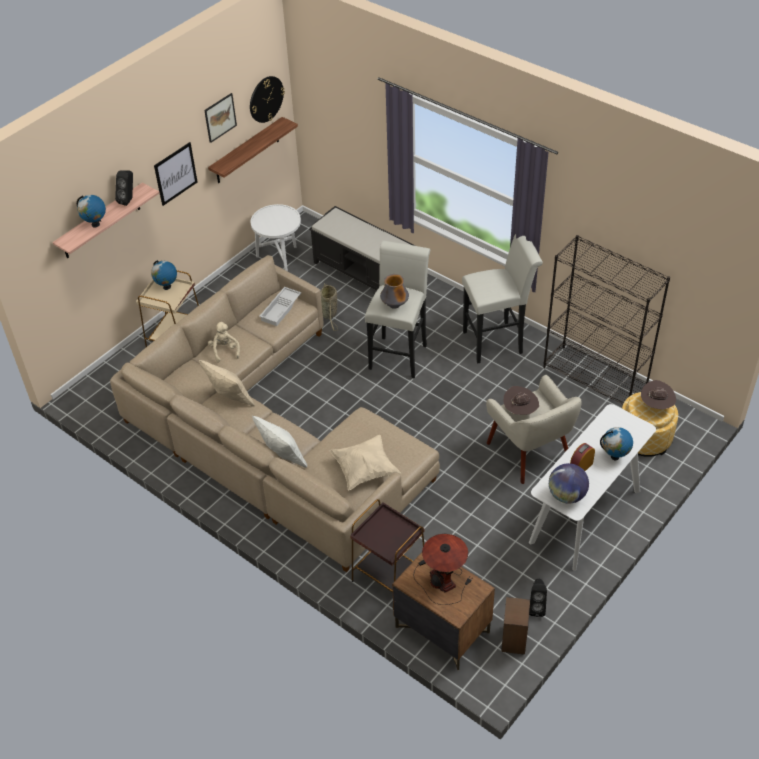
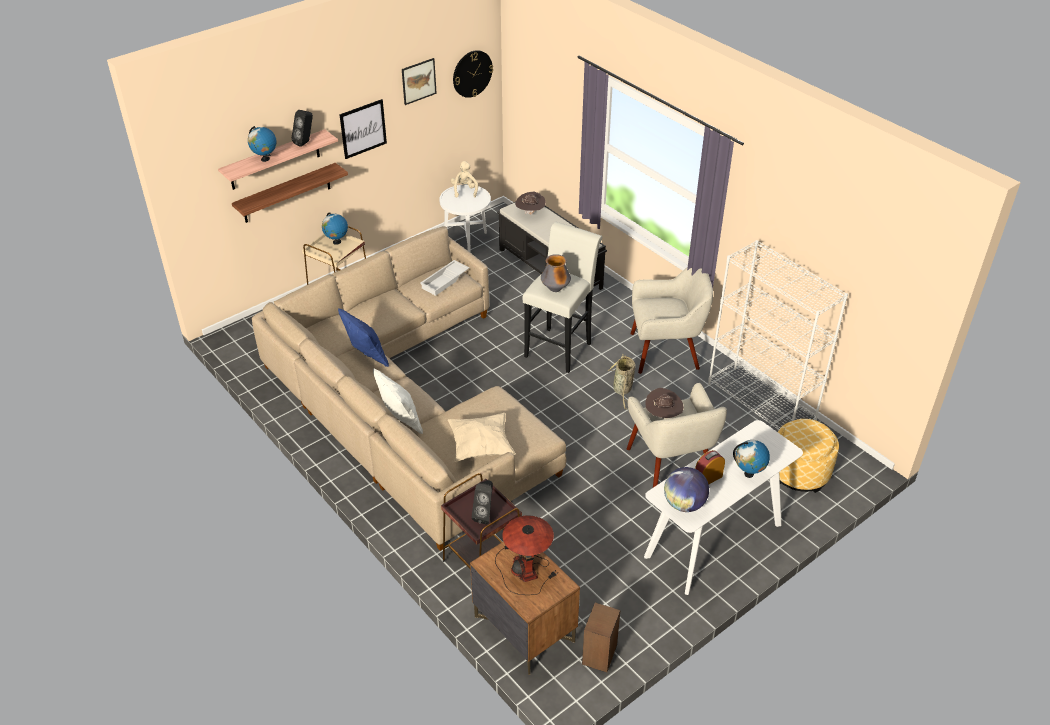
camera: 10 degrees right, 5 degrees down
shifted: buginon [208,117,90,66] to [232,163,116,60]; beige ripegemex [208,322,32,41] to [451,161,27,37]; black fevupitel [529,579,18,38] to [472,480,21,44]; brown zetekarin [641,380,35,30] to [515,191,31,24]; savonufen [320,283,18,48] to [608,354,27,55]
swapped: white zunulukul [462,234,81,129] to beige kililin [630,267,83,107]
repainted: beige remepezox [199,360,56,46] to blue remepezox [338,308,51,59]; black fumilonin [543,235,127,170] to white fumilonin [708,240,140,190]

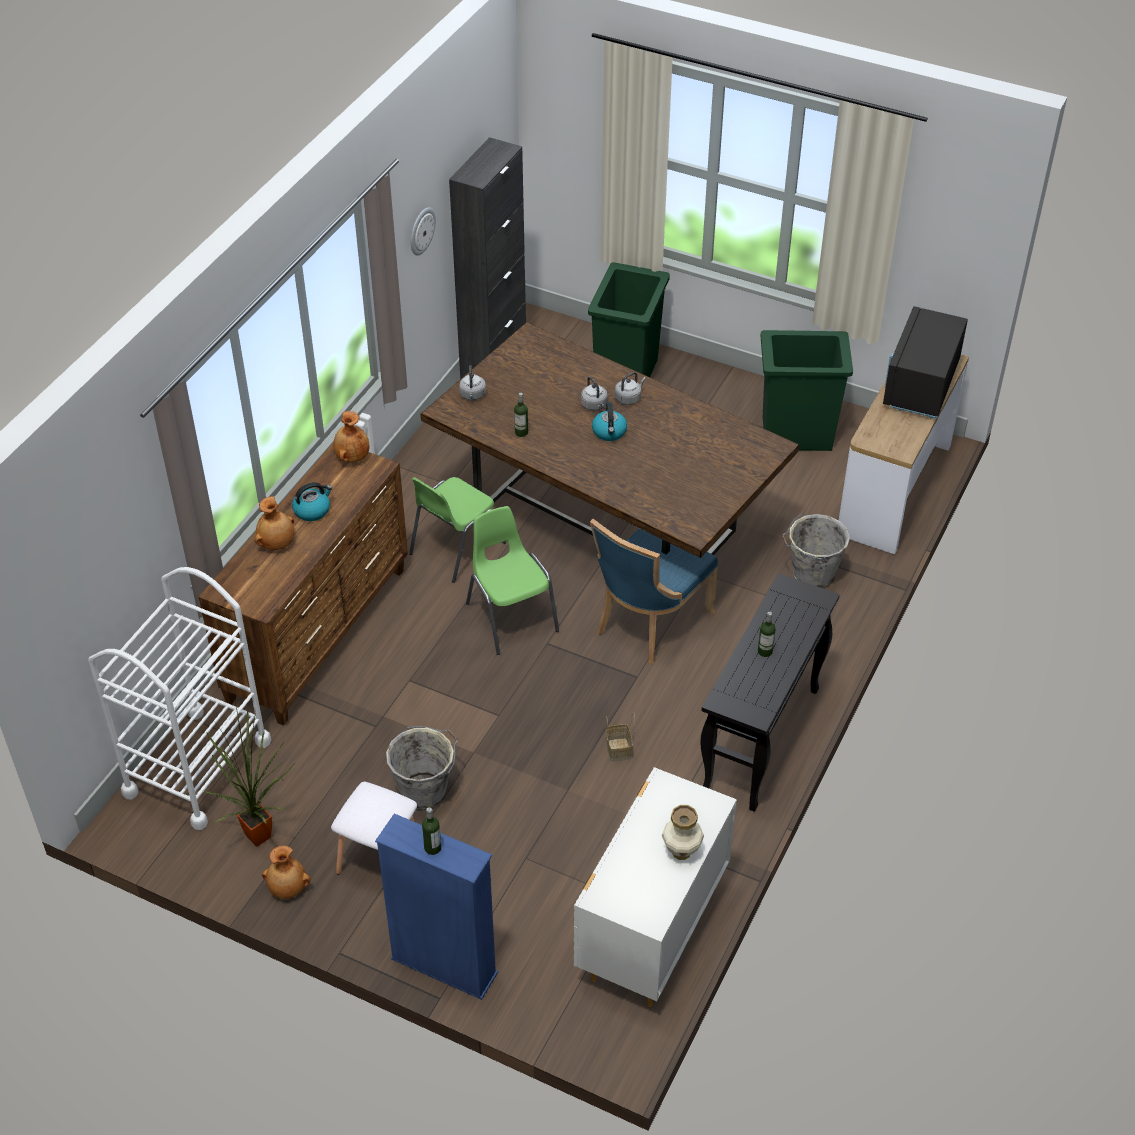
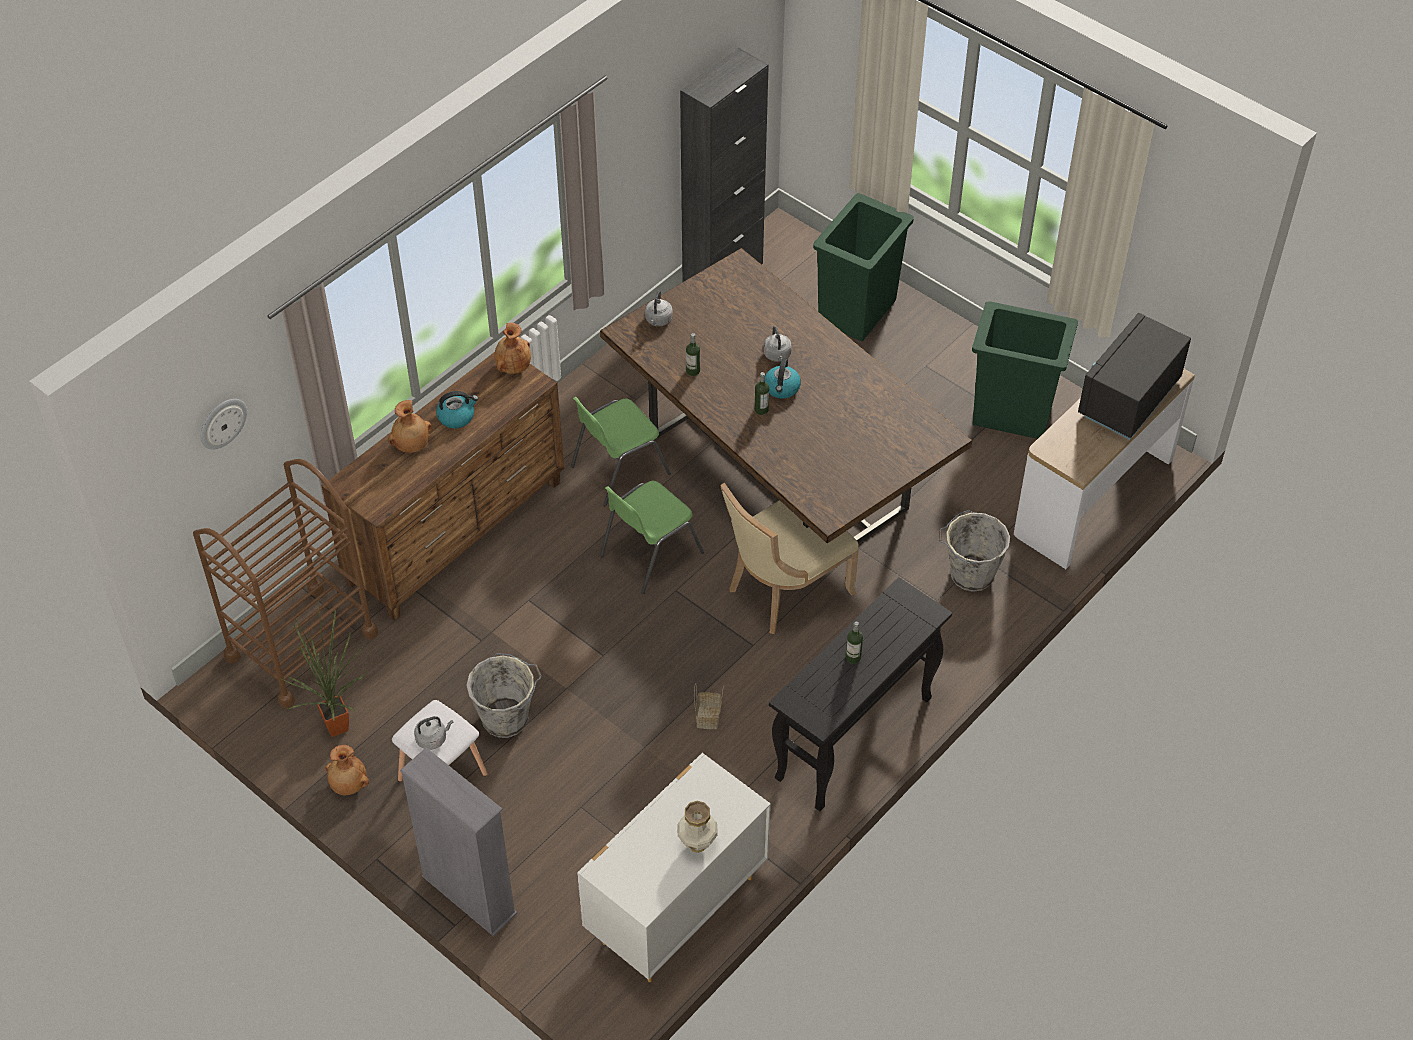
camera: 15 degrees right, 5 degrees up
shifted: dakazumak [411,207,25,49] to [201,399,46,51]; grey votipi [615,372,31,33] to [414,716,40,34]; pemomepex [422,807,19,48] to [755,372,14,43]
repainted: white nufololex [88,567,183,263] to brown nufololex [193,459,185,250]; blue fumilonin [375,814,123,186] to grey fumilonin [400,748,117,188]; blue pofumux [590,519,128,144] to beige pofumux [720,482,139,152]
rotated: green pofumux [466,506,93,149] = [600,481,104,113] 120 degrees counterclockwise

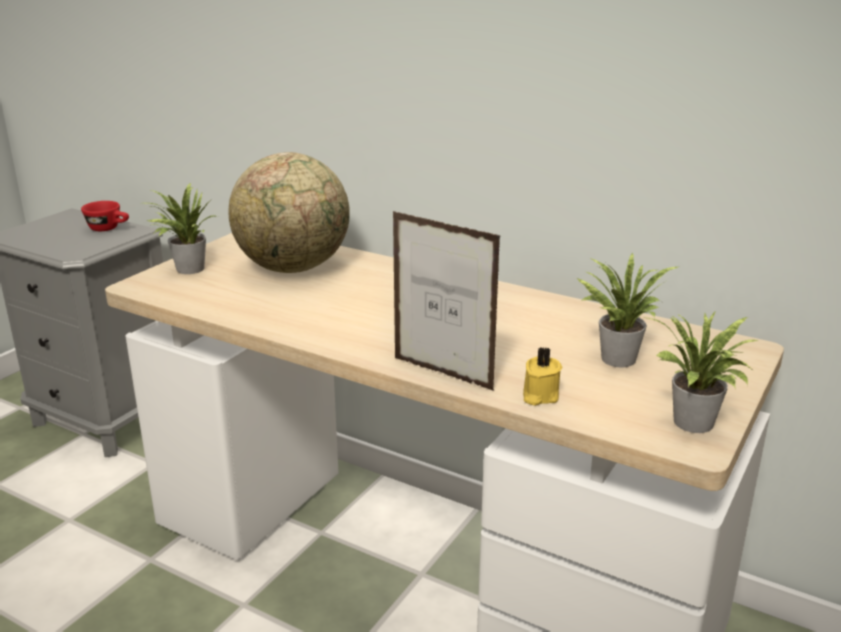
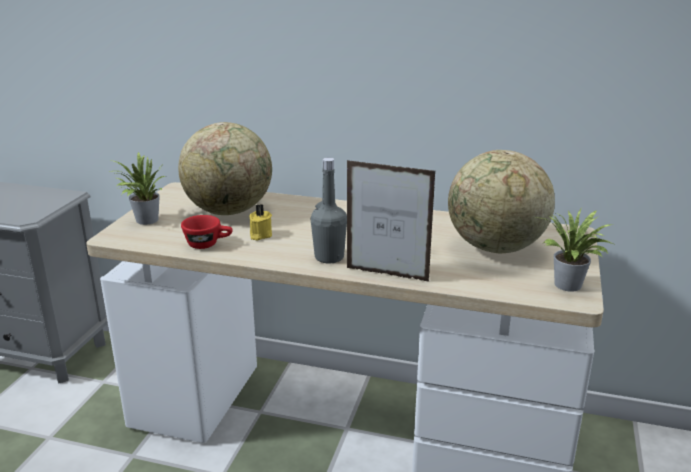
camera: 15 degrees left, 0 degrees up
new: grey pemomepex [311,157,36,106]
shifted: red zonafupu [81,201,48,30] to [181,215,52,34]; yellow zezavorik [523,347,39,59] to [250,204,22,37]
swapped: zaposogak [577,253,101,114] to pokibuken [448,150,107,103]

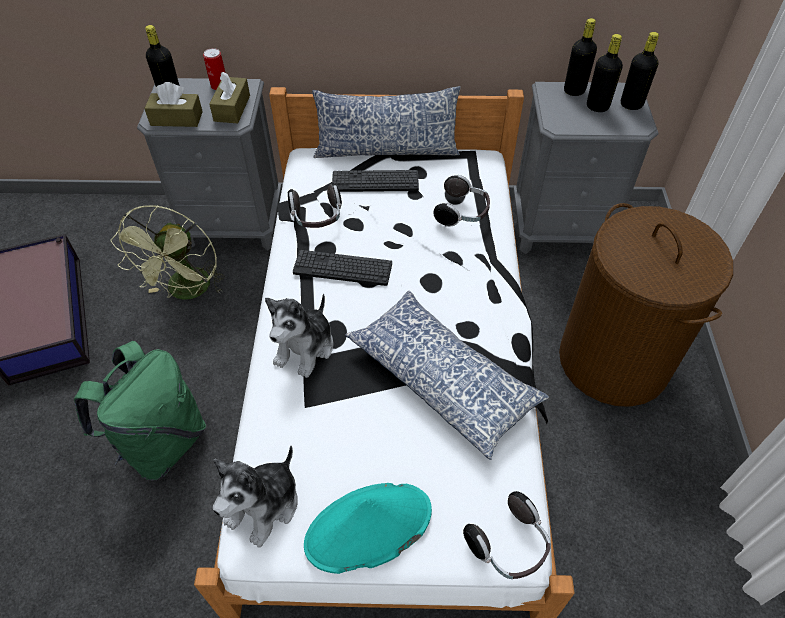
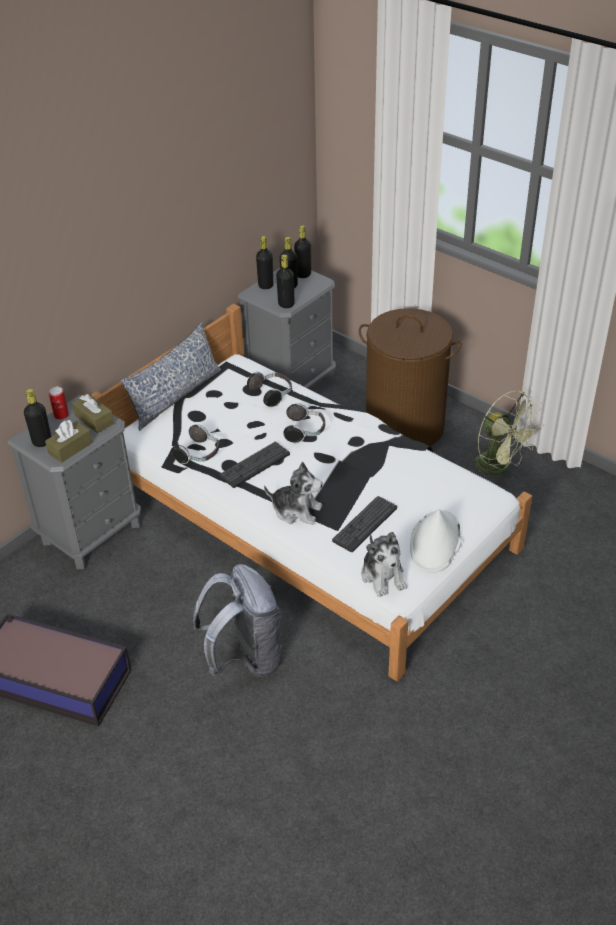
camera: 50 degrees left, 10 degrees down
gone: remepezox [345,291,204,169]
new: black pemomepex [276,254,18,54]
shifted: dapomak [463,491,88,88] to [283,403,42,40]; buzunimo [332,170,87,22] to [332,496,65,56]; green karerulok [111,205,114,95] to [475,391,66,84]
repainted: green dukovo [74,341,132,139] to grey dukovo [193,564,89,113]; turquoise zetekarin [304,483,128,91] to white zetekarin [410,509,51,64]
rotated: ripegemex [265,294,69,84] = [264,462,59,63] 45 degrees counterclockwise

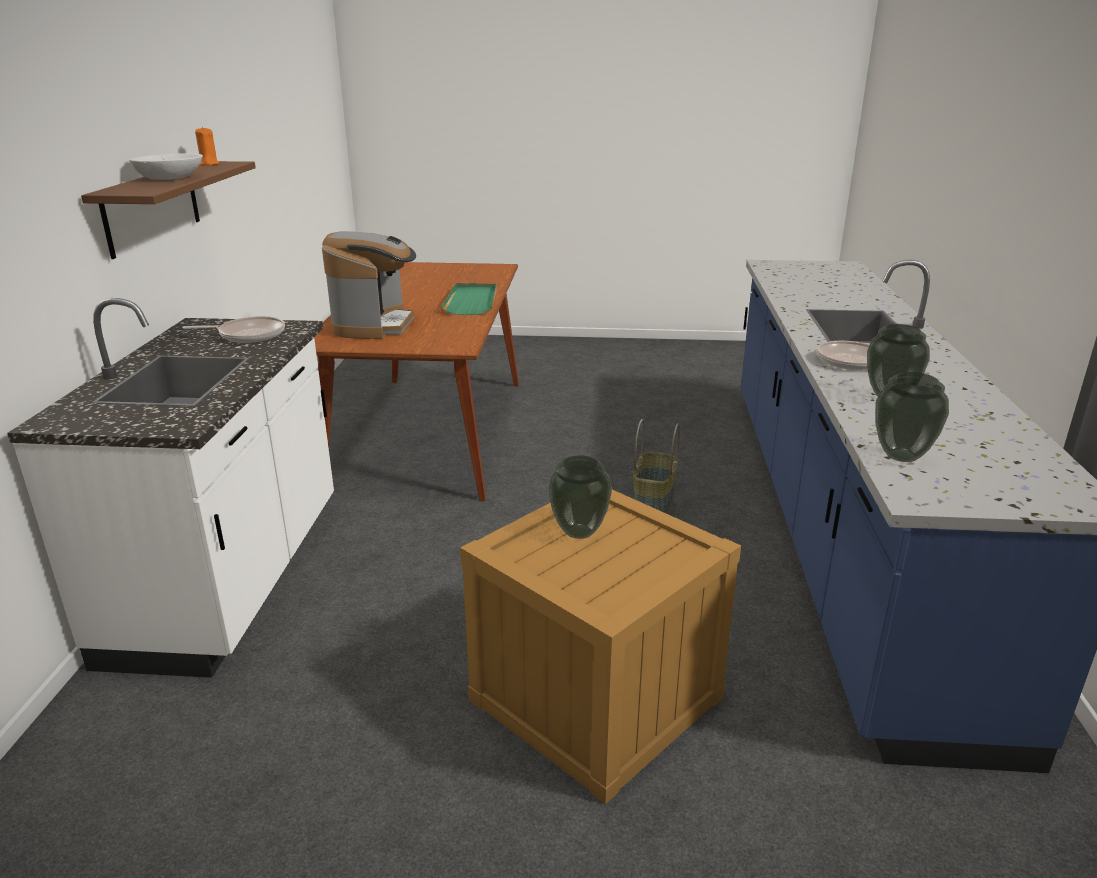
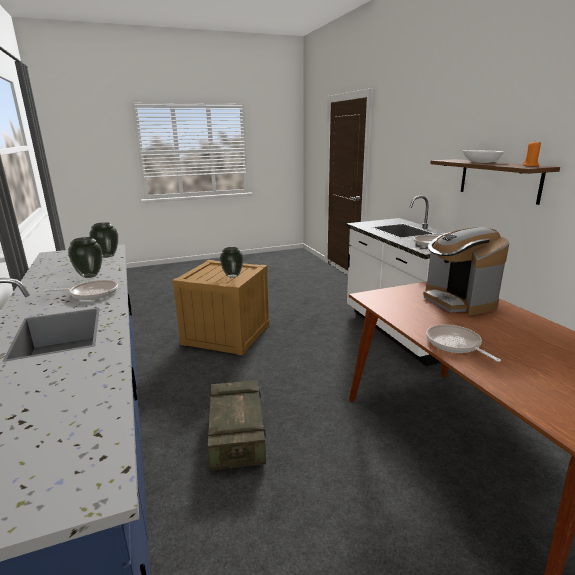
camera: 155 degrees right, 5 degrees down
swapped: savonufen [633,419,47,94] to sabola [208,380,58,90]; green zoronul [441,283,56,32] to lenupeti [426,324,75,38]

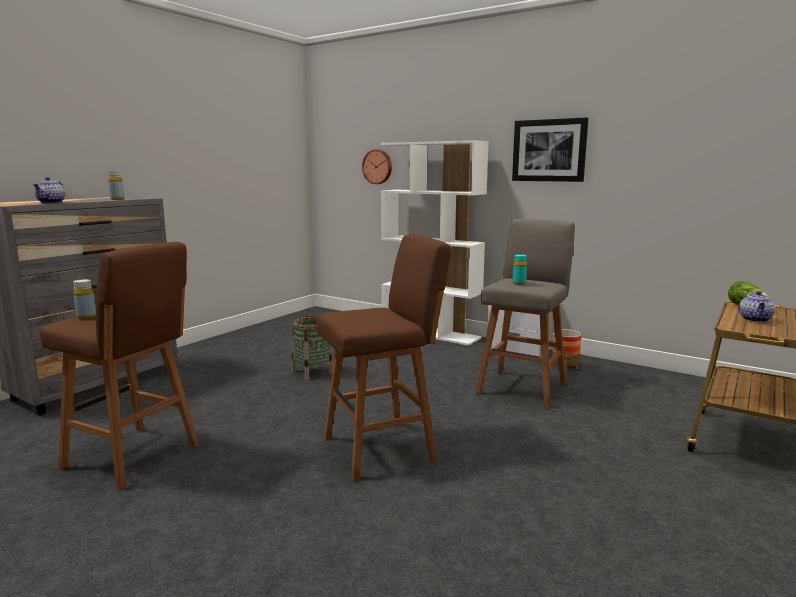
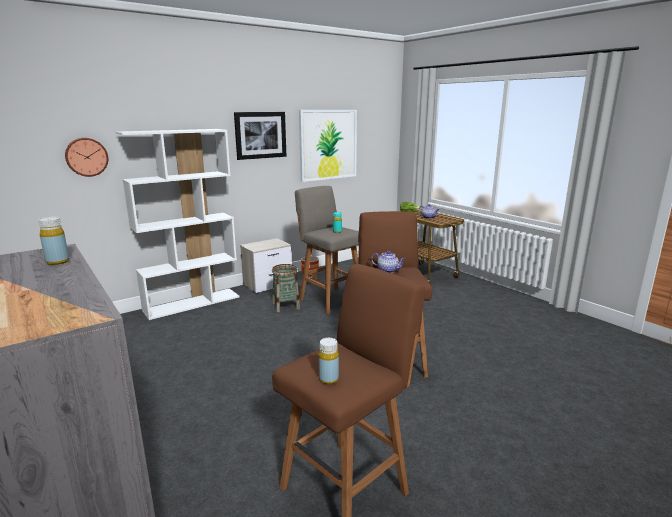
camera: 70 degrees left, 5 degrees up
new: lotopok [299,110,58,72]
shifted: savonufen [292,315,41,65] to [272,264,28,48]; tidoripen [33,177,32,26] to [371,251,35,22]

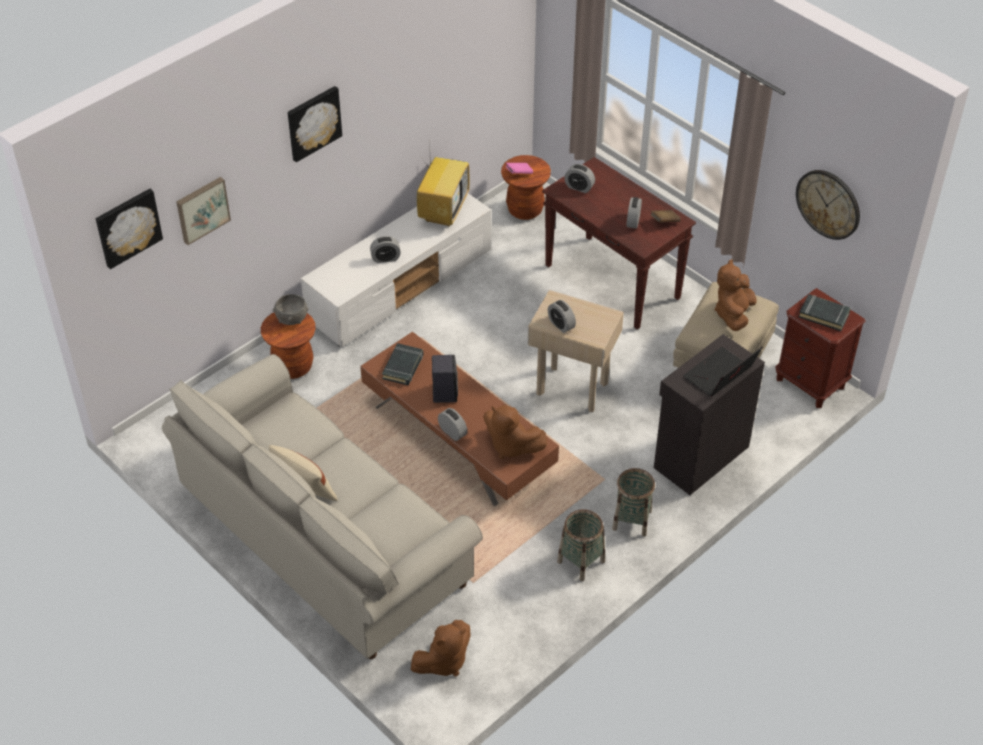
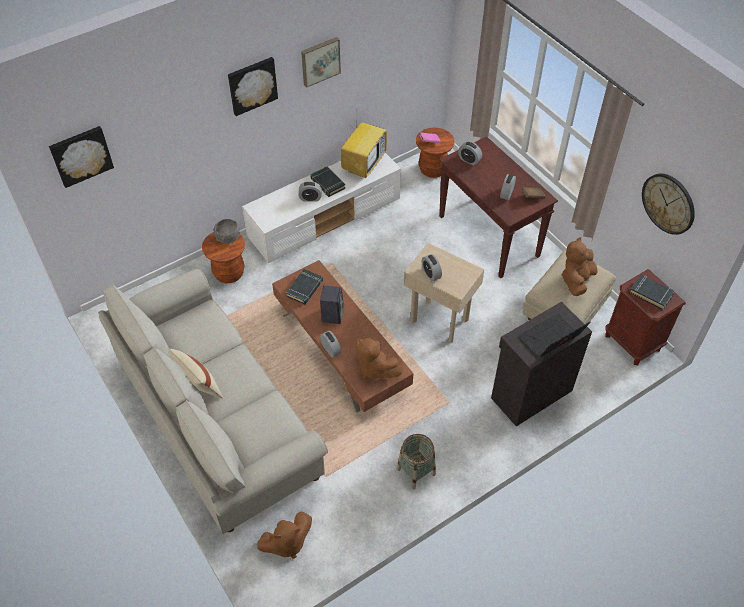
camera: 10 degrees right, 5 degrees up
gone: savonufen [612,468,43,68]
new: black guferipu [310,166,35,31]
shifted: lotopok [177,177,54,68] to [301,37,40,51]

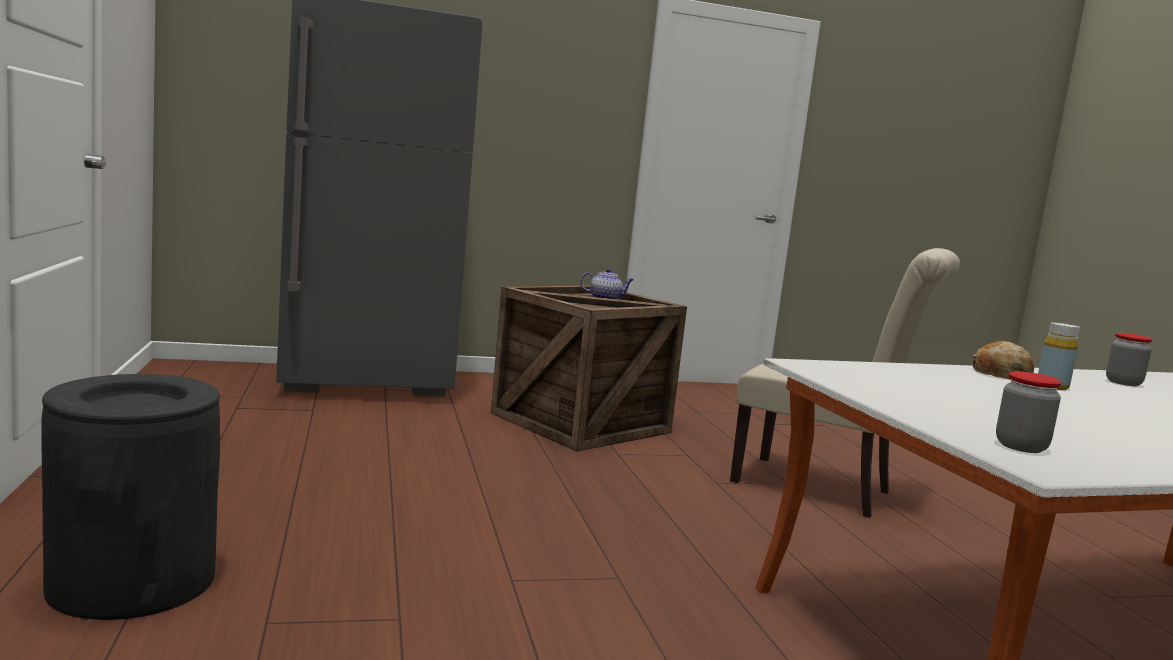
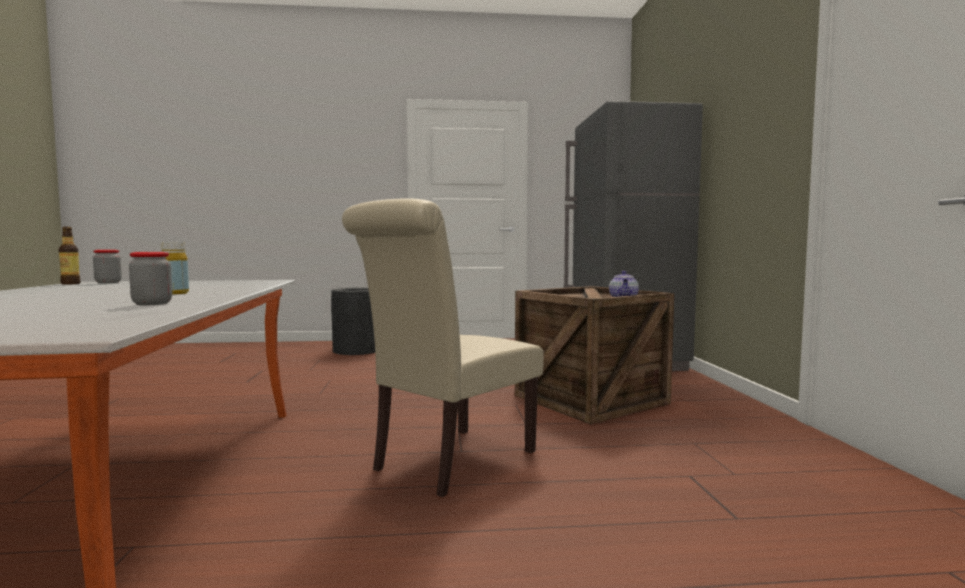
camera: 100 degrees right, 5 degrees down
gone: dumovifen [972,341,62,39]
new: pemomepex [59,227,22,58]

